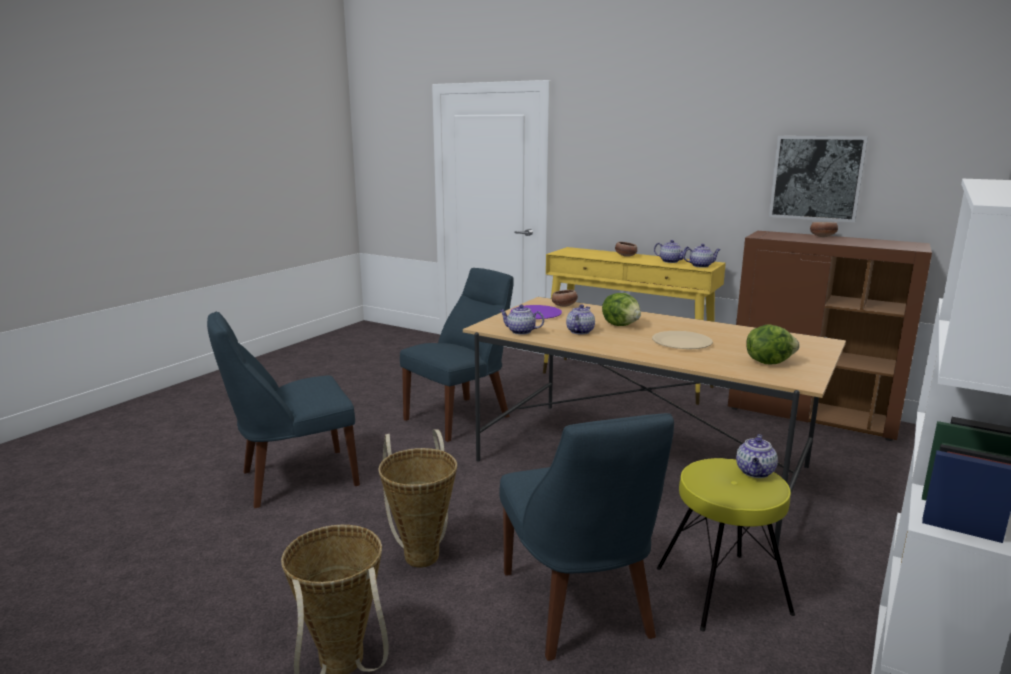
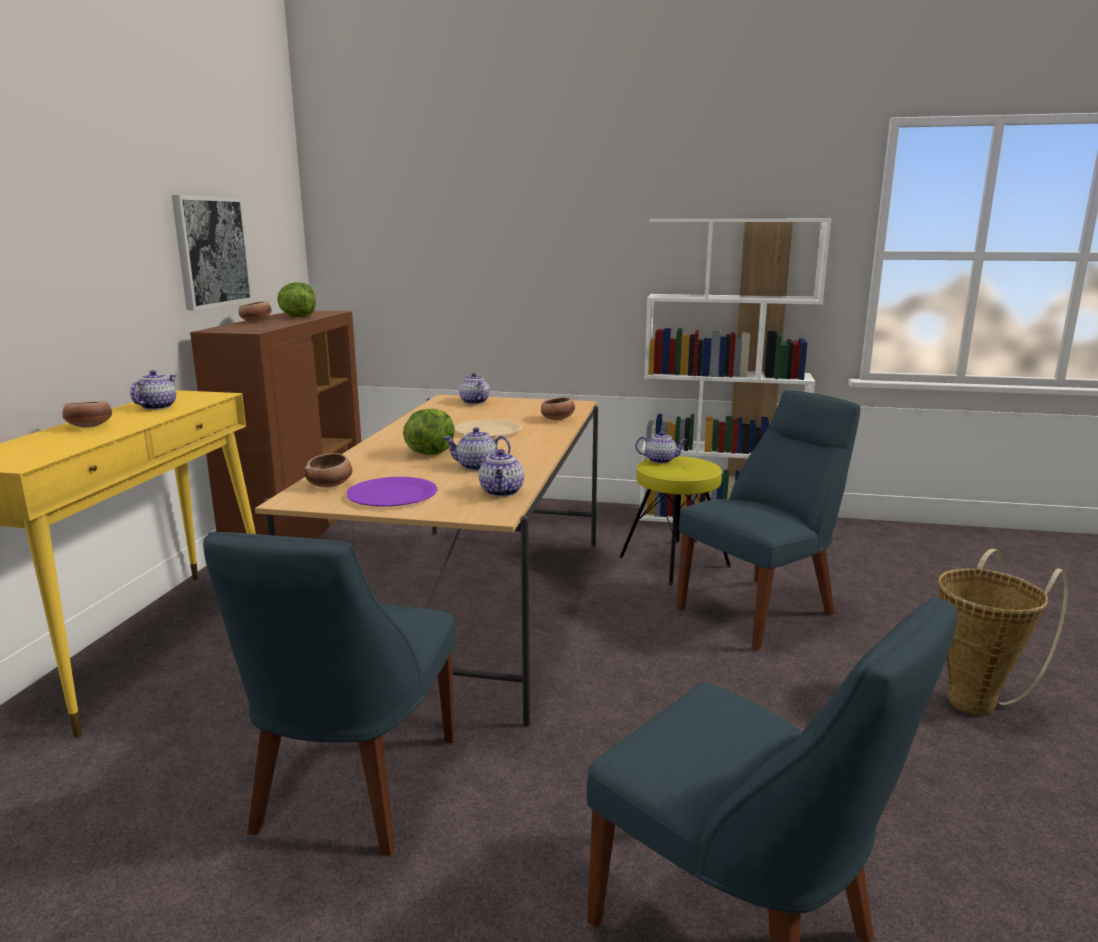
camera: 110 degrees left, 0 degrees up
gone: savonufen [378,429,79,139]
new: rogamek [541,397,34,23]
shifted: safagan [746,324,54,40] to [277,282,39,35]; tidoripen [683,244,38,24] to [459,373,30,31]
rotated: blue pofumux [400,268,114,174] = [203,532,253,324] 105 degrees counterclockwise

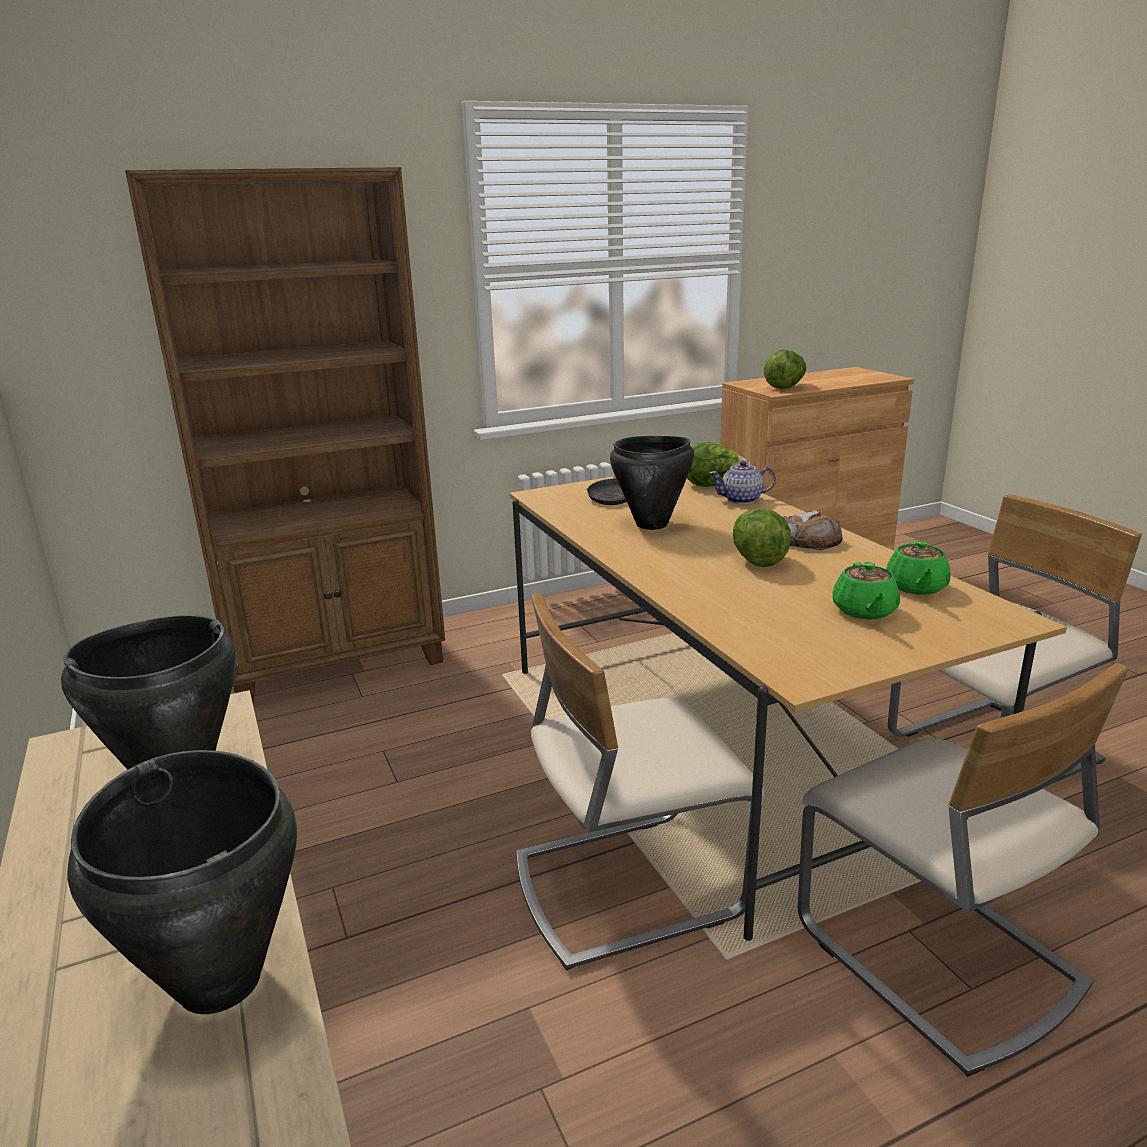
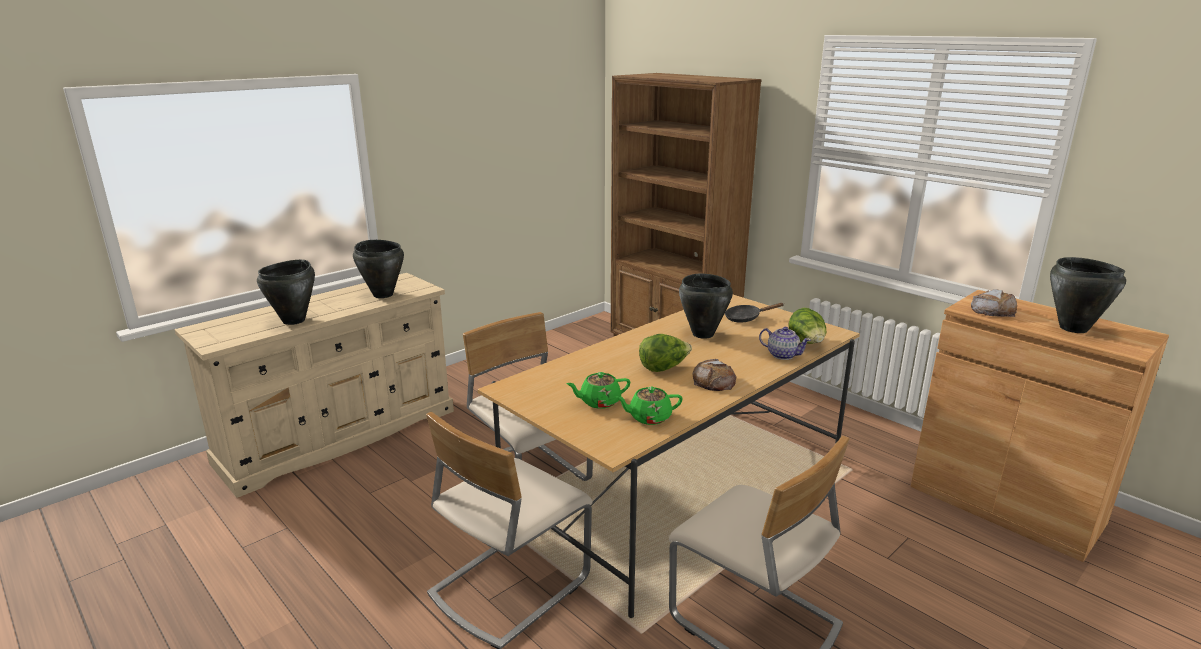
camera: 70 degrees right, 0 degrees up
new: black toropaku [1050,257,76,76]
swapped: safagan [764,349,42,40] to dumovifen [971,289,46,28]
rotated: tidoripen [709,461,67,43] = [759,327,52,33] 150 degrees clockwise

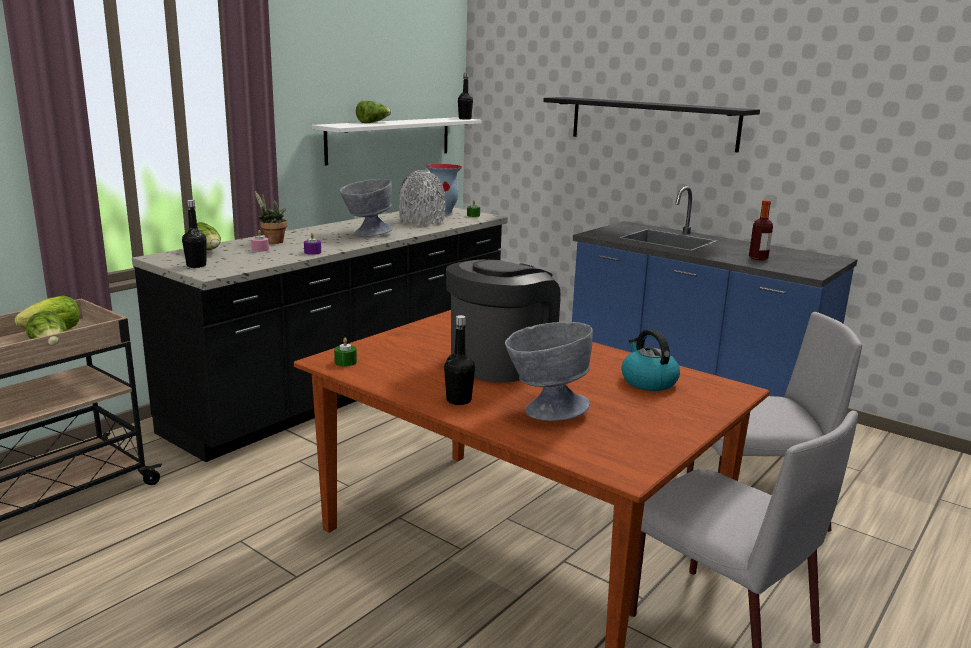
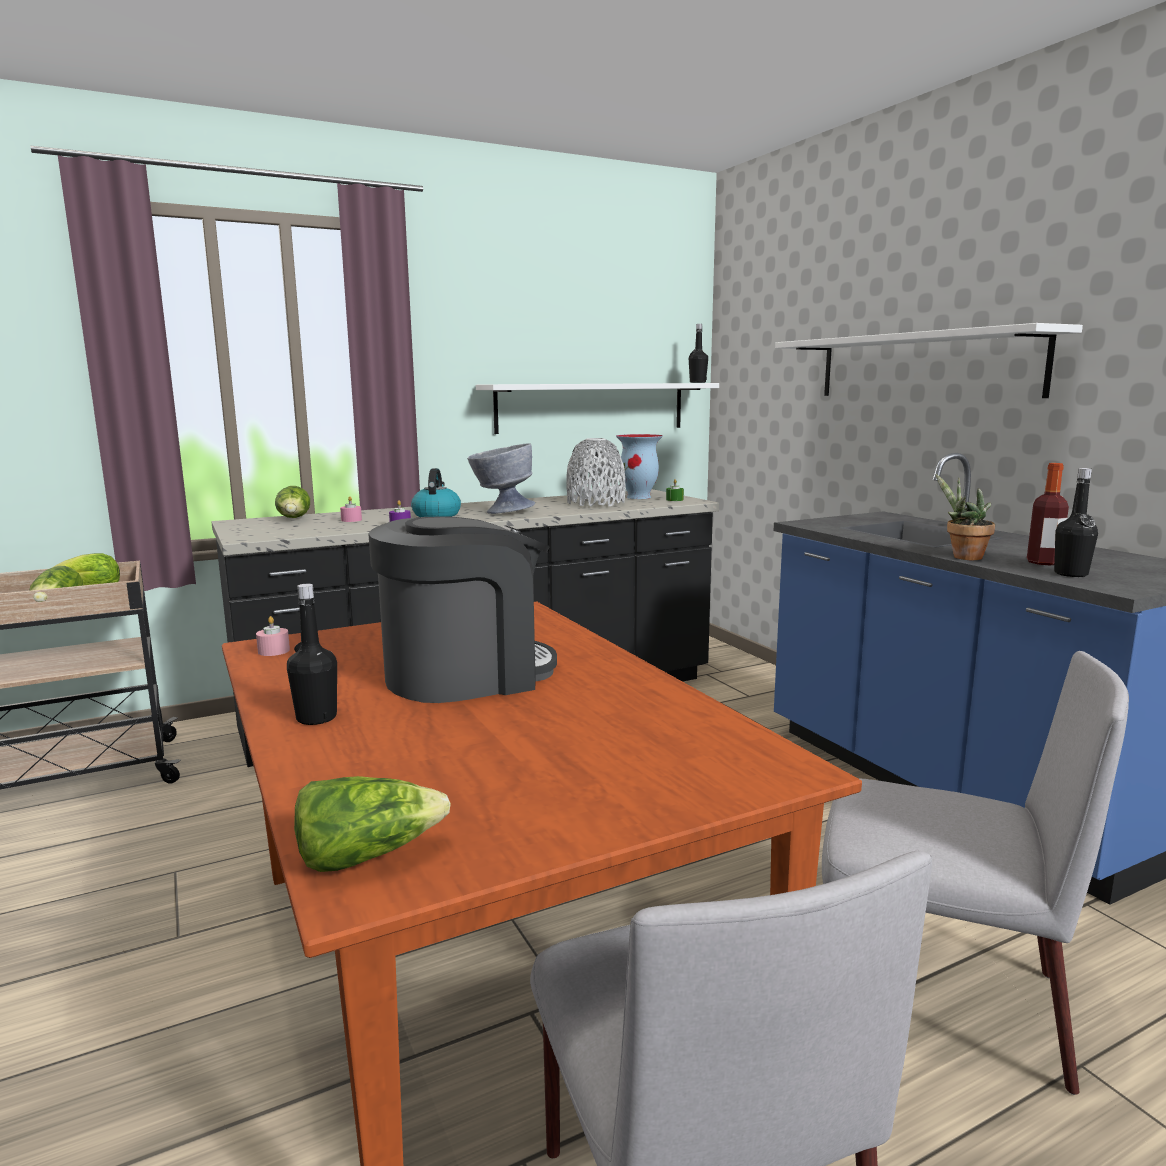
camera: 25 degrees right, 5 degrees down
gone: grey rogamek [505,322,88,99]
shifted: safagan [356,101,35,22] to [294,776,157,96]; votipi [622,329,58,62] to [411,468,50,49]; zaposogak [255,191,32,53] to [936,474,59,86]; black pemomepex [182,200,24,68] to [1054,468,44,109]
repainted: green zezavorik [334,338,23,28] to pink zezavorik [256,616,34,40]; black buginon [543,97,217,55] to white buginon [775,323,308,75]

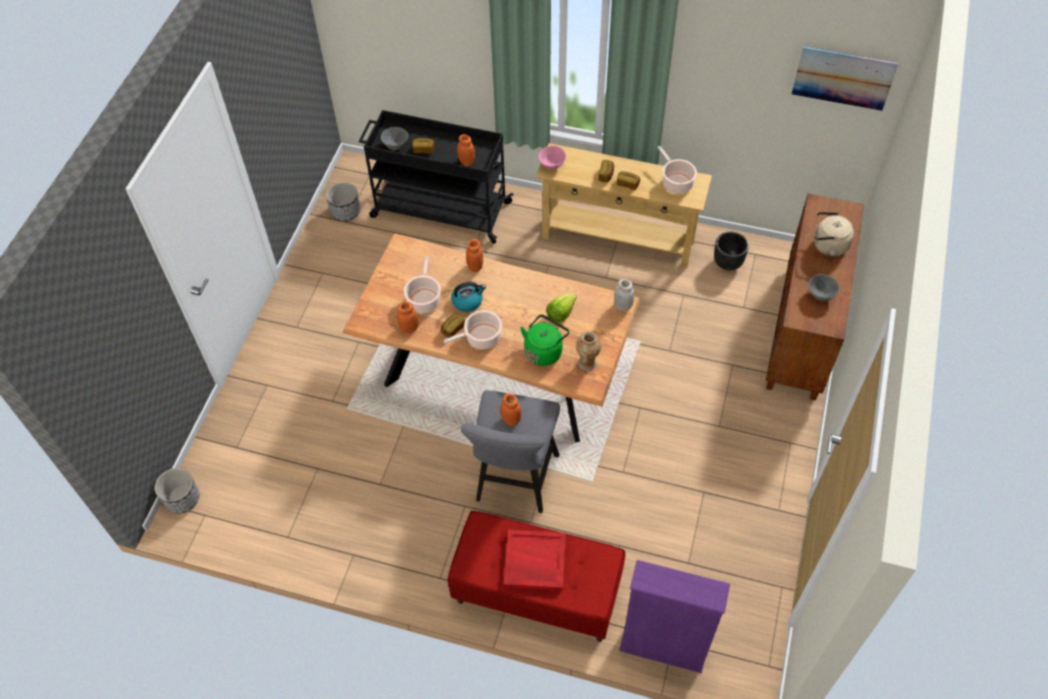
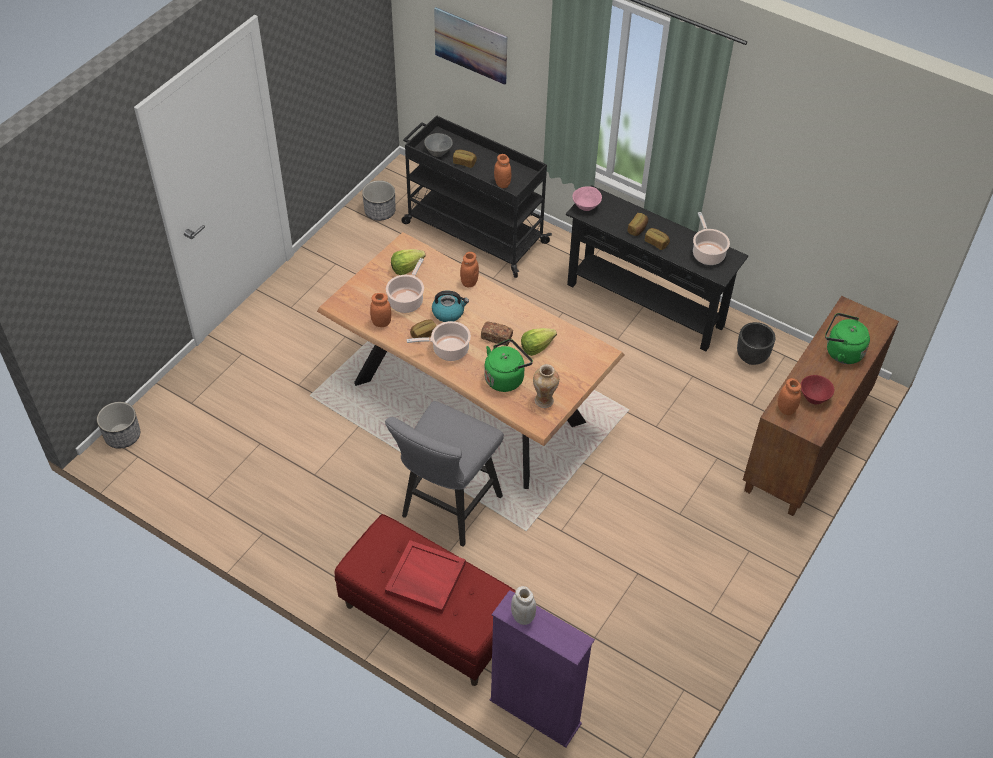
camera: 15 degrees right, 5 degrees down
new: safagan [391,249,35,26]; dumovifen [481,322,32,24]
shifted: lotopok [792,46,106,65] to [434,7,73,78]; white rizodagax [614,279,20,32] to [511,586,25,39]; orange rizodagax [500,393,21,33] to [778,378,23,37]
repainted: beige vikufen [536,143,176,126] to black vikufen [566,185,182,166]; grey rogamek [808,274,32,27] to red rogamek [801,375,33,29]; beige votipi [814,212,40,45] to green votipi [825,313,45,51]

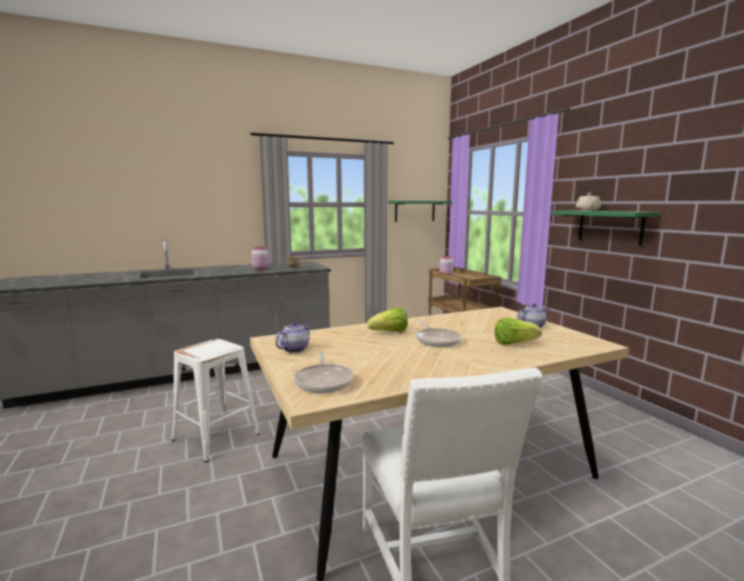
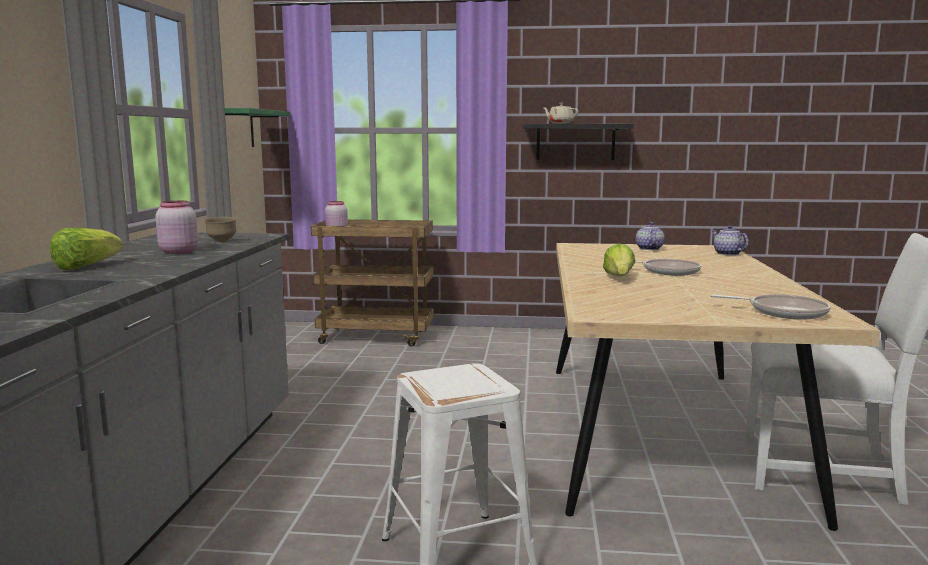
camera: 60 degrees left, 0 degrees up
shifted: safagan [495,318,47,27] to [50,228,73,42]; tidoripen [275,322,36,31] to [712,226,37,29]
repainted: green buginon [551,211,108,35] to black buginon [523,124,111,36]

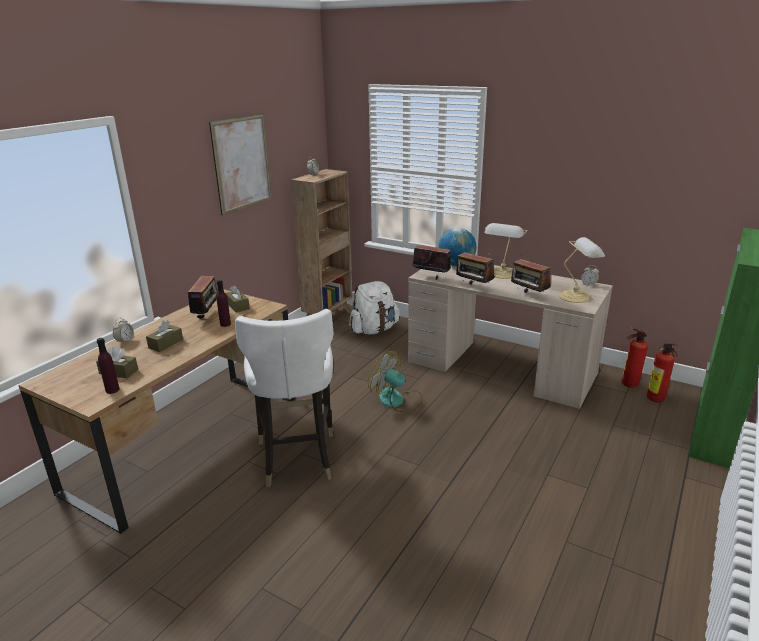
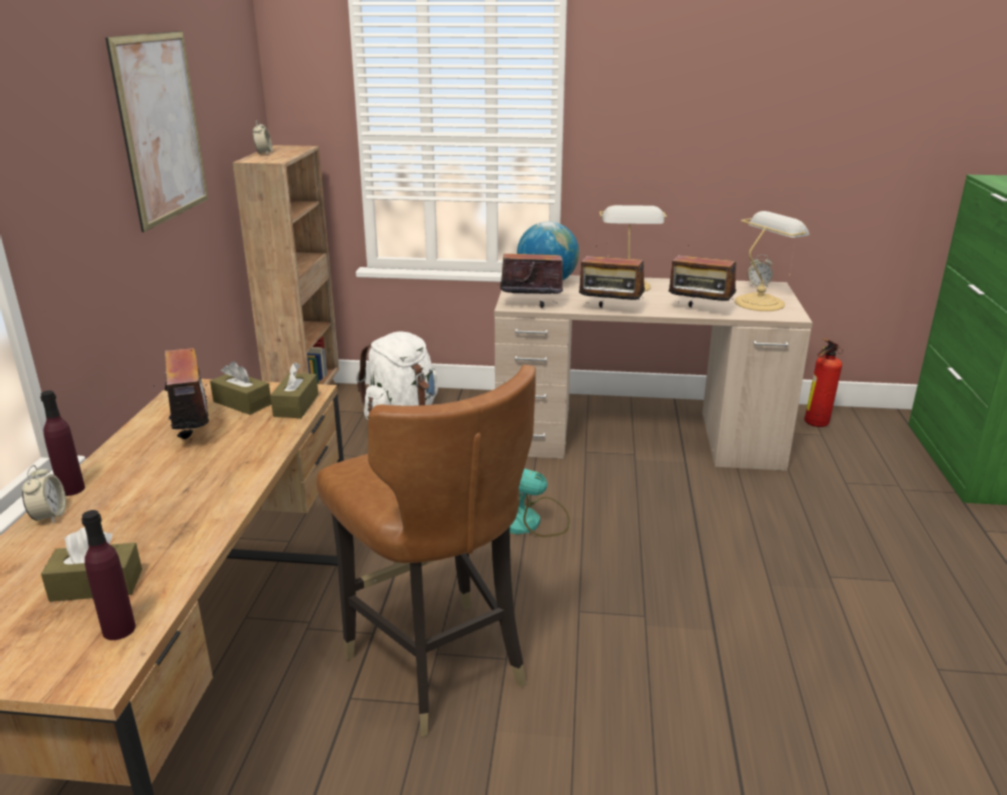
camera: 25 degrees left, 0 degrees up
gone: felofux [647,343,33,59]
shifted: purple pemomepex [217,280,14,47] to [40,390,45,106]; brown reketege [146,320,37,32] to [270,363,48,55]
repainted: white pofumux [235,309,99,178] to brown pofumux [316,364,220,373]

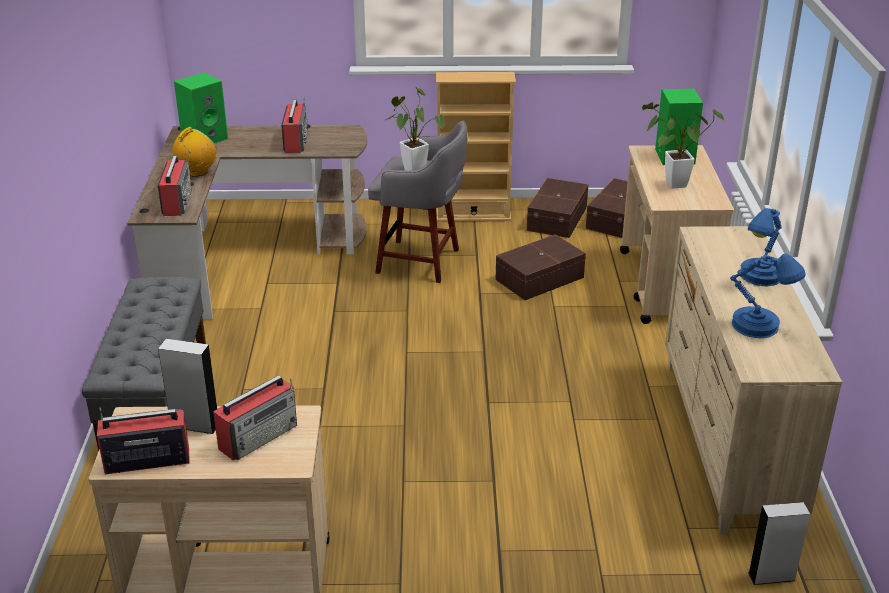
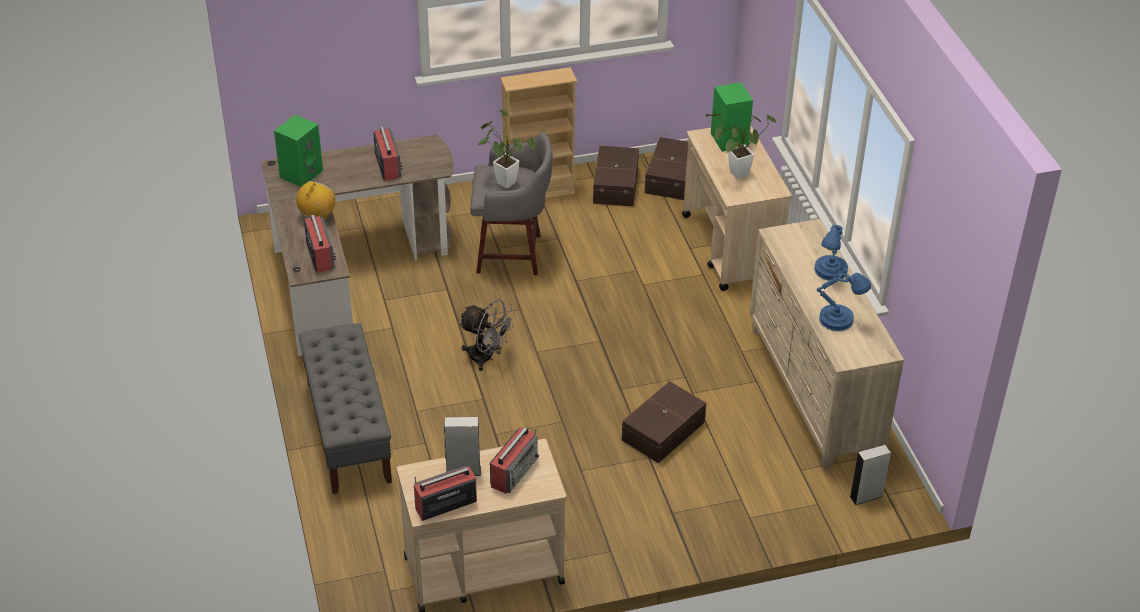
camera: 15 degrees left, 10 degrees up
new: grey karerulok [459,299,57,72]
shifted: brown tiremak [495,234,91,66] to [622,381,84,82]

